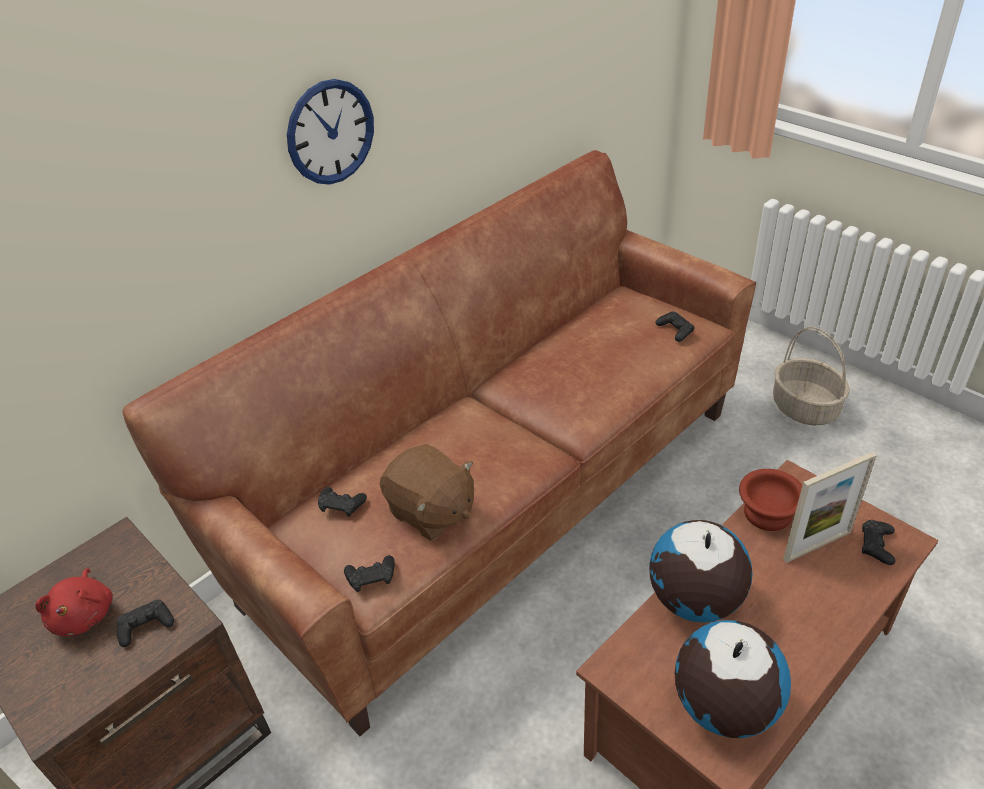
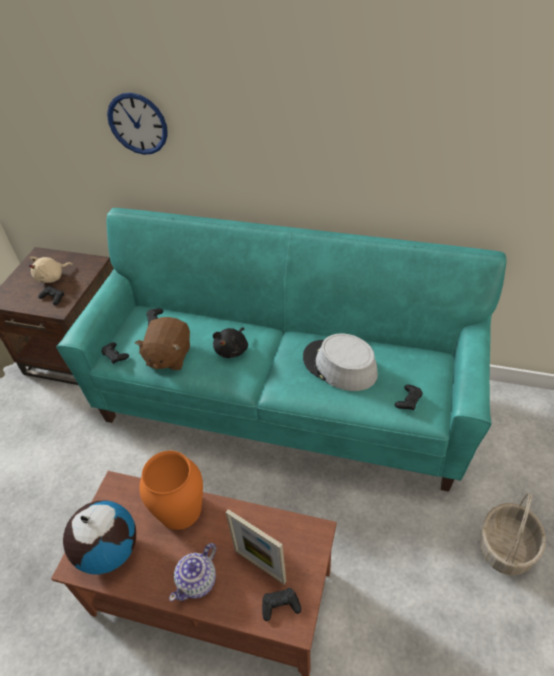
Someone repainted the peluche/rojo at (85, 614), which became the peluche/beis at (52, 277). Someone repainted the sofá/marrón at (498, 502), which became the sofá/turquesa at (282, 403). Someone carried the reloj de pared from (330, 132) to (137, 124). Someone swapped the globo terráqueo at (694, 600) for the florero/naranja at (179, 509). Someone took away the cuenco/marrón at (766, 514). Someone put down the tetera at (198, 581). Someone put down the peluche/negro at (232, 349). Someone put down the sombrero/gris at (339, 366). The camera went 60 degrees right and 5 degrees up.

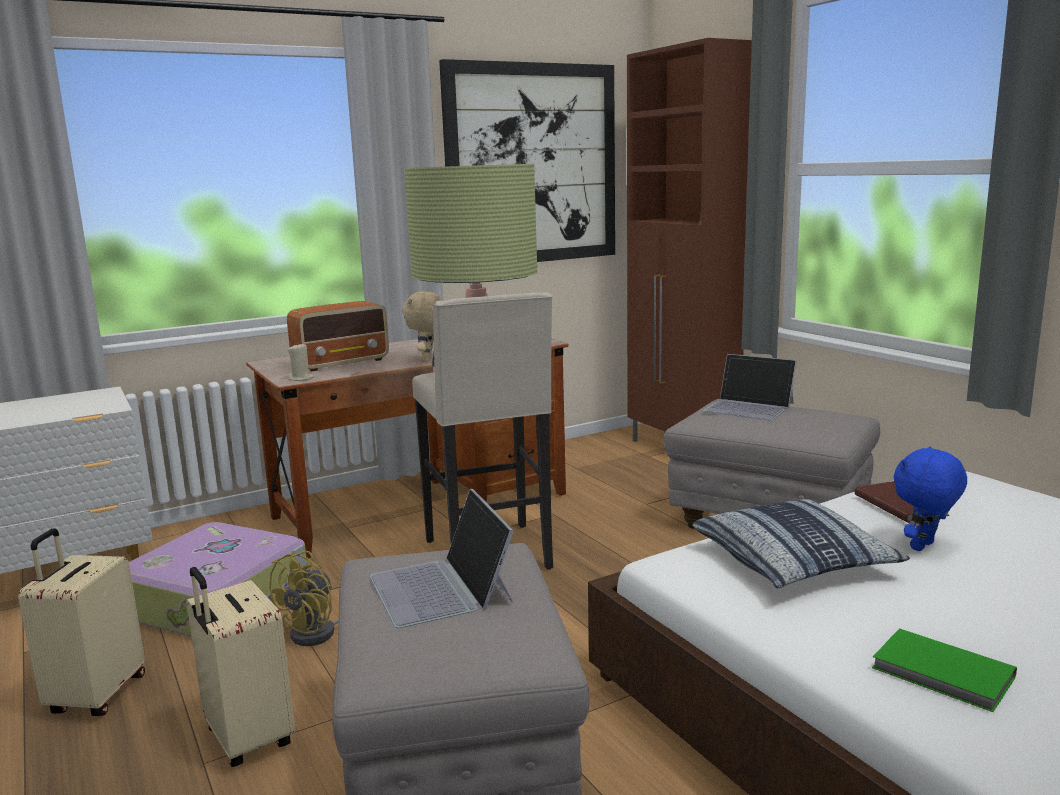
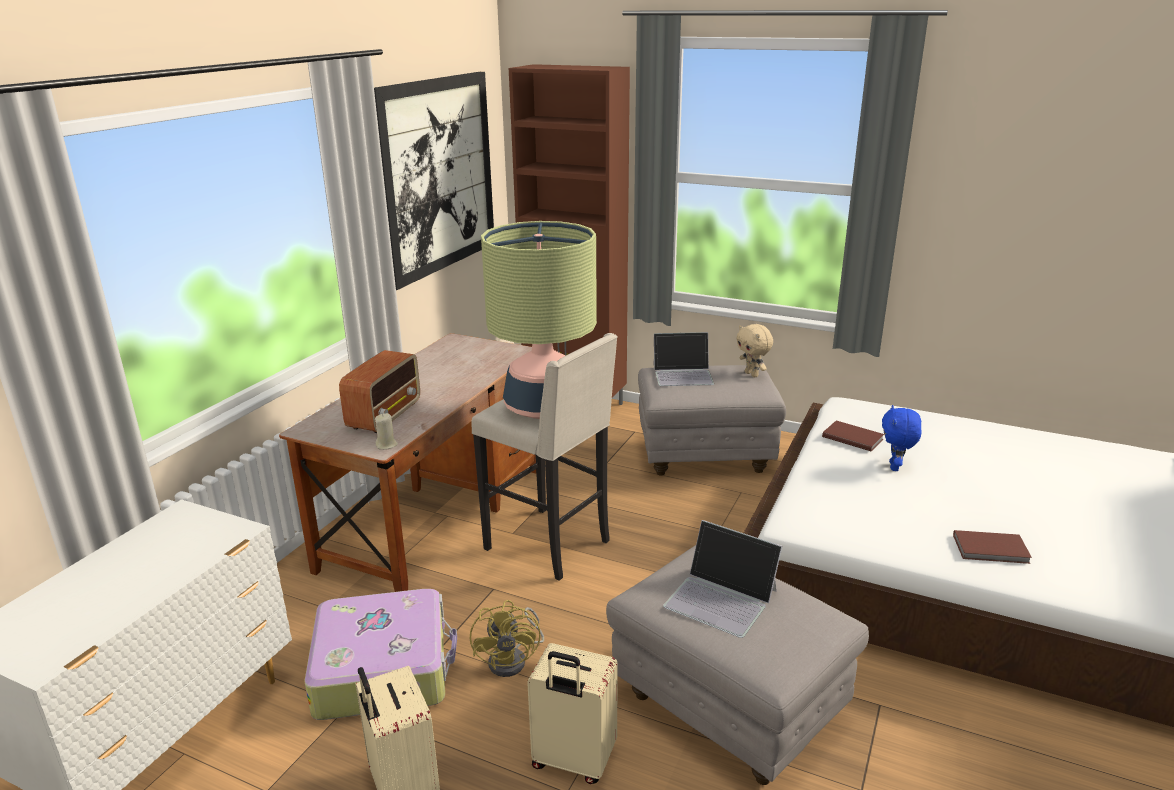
Someone carried the peluche/beis from (427, 360) to (752, 374). Someone took away the cojín at (793, 561). Someone repainted the libro/verde at (943, 674), which became the libro/marrón at (992, 550). The camera went 35 degrees left and 10 degrees up.

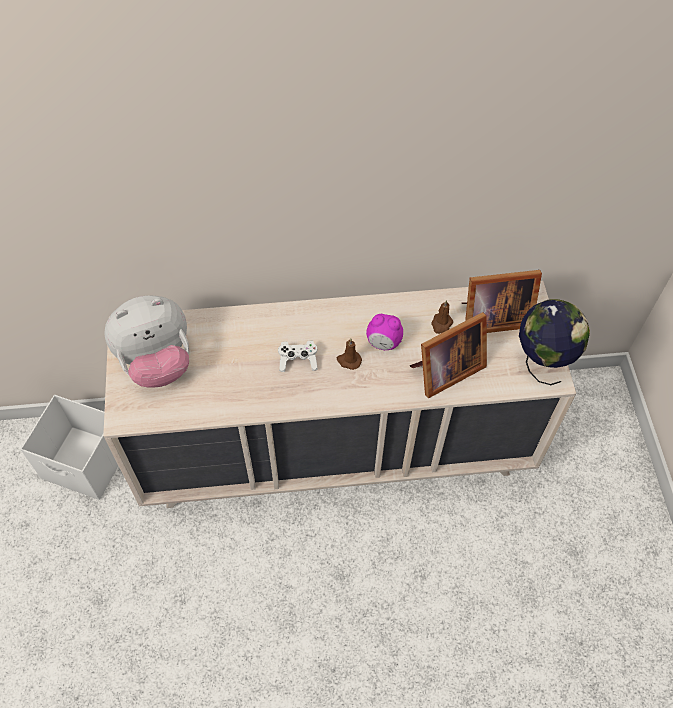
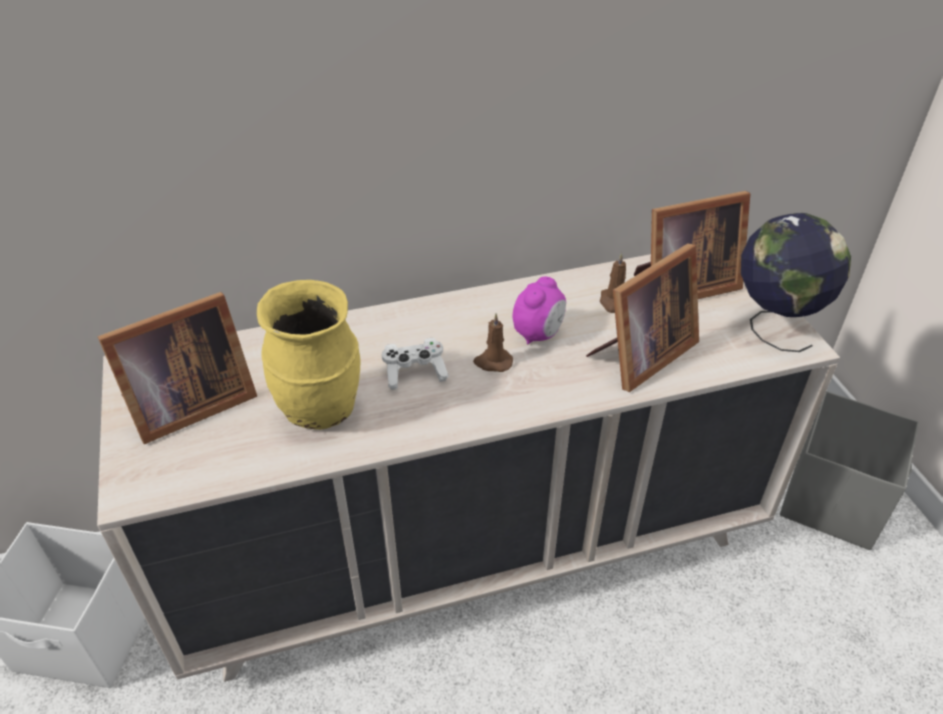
Someone swapped the peluche at (157, 362) for the portarretratos at (187, 405). Someone rotated the despertador at (383, 343) by 60 degrees counterclockwise. Someone put down the florero/amarillo at (321, 410). Someone put down the caja de almacenaje/gris at (833, 499). The camera went 10 degrees left and 15 degrees down.

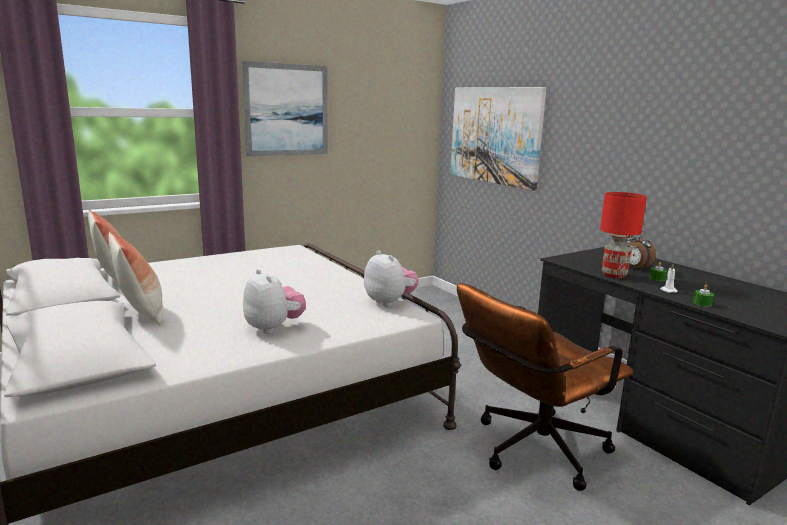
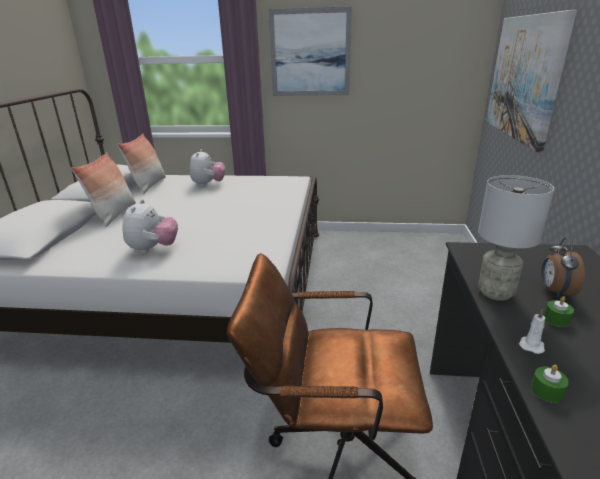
Someone carried the peluche from (389, 302) to (208, 184). Someone repainted the lámpara de mesa/rojo at (614, 275), which became the lámpara de mesa/gris at (495, 293). The camera went 40 degrees right and 10 degrees up.

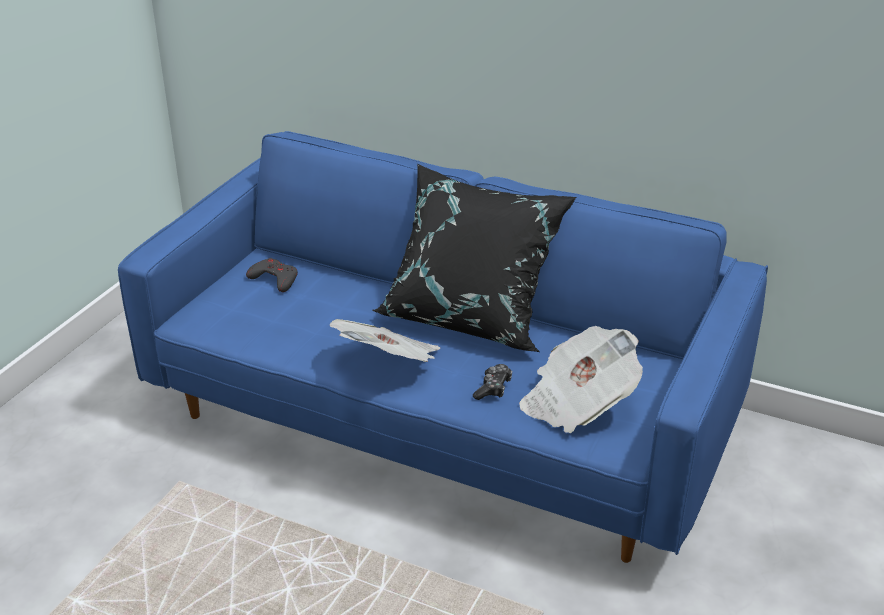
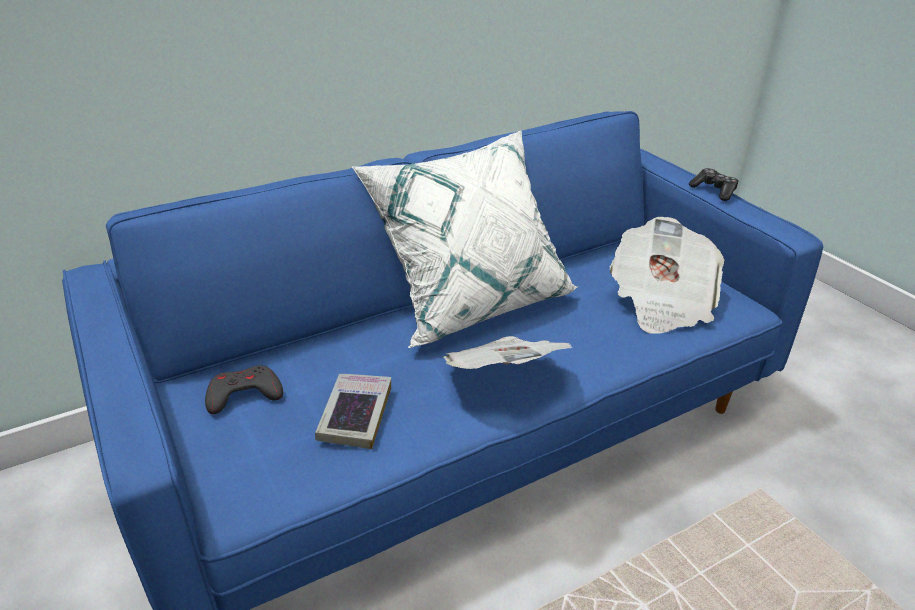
Someone repainted the cojín/negro at (471, 316), which became the cojín/blanco at (471, 300). Someone carried the mando de consola from (493, 388) to (714, 191). Someone put down the libro at (355, 415). The camera went 55 degrees left and 0 degrees up.

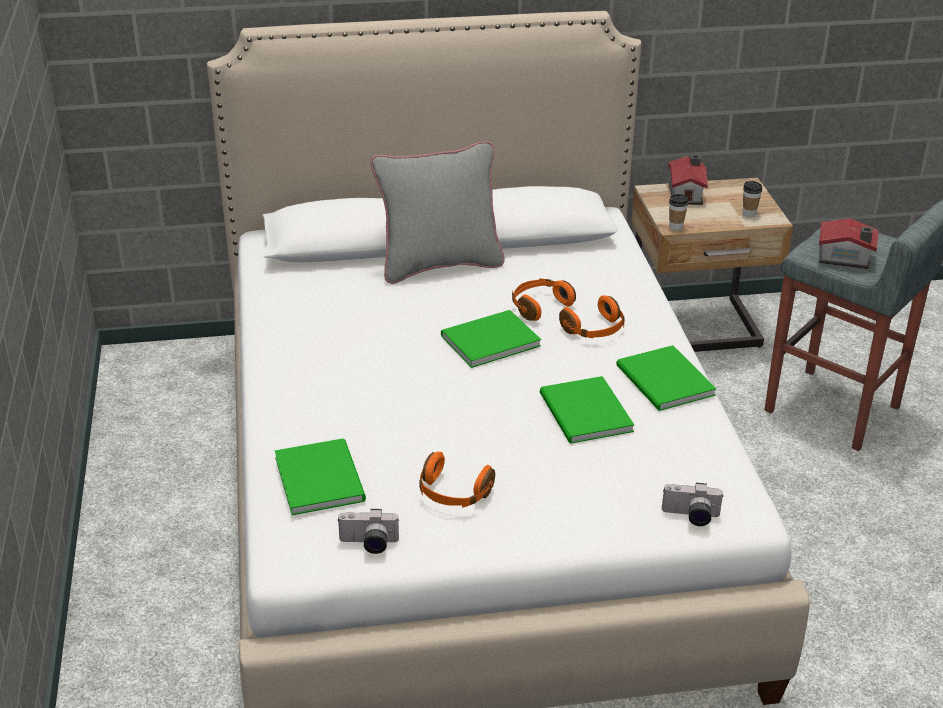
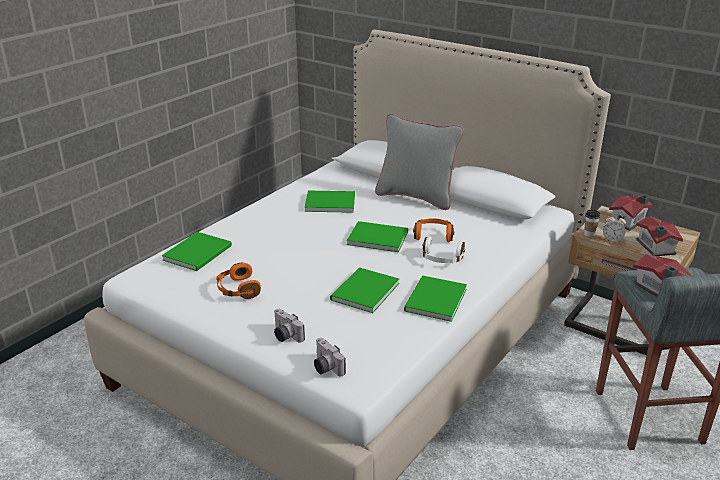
Someone carried the cámara from (368, 544) to (284, 335). Someone repainted the auriculares/naranja at (594, 330), which became the auriculares/blanco at (442, 259). Someone swapped the taza at (749, 214) for the casita at (655, 247). Someone put down the libro/verde at (328, 202). Someone put down the despertador at (612, 239). The camera went 45 degrees right and 5 degrees down.

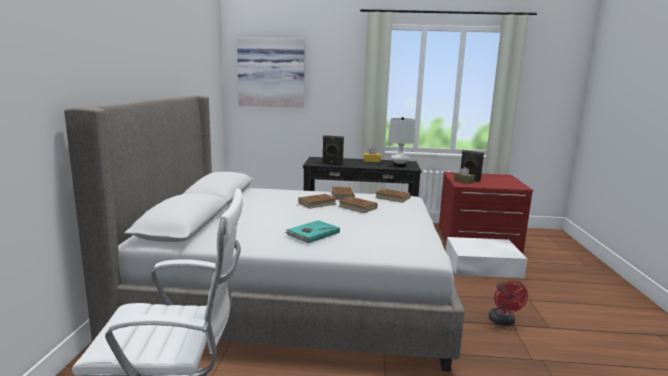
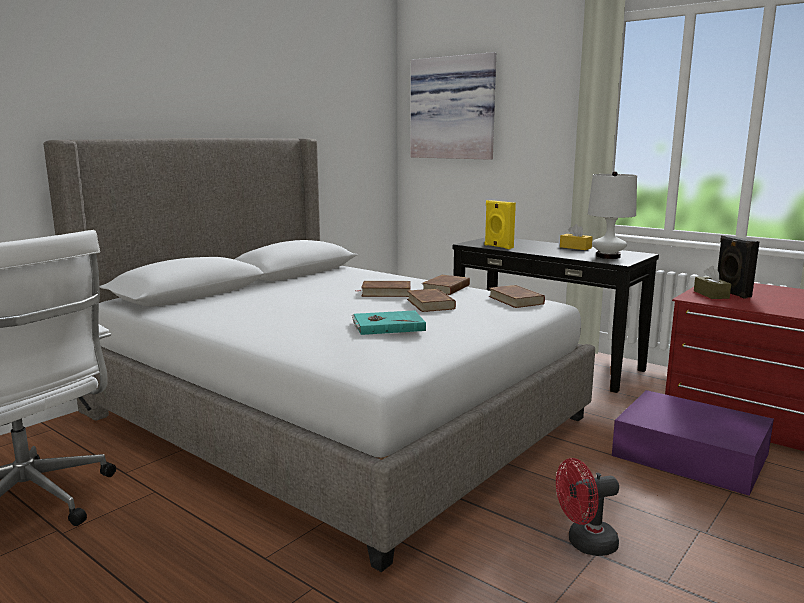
Someone carried the libro/turquesa from (312, 233) to (388, 326). Someone repainted the altavoz/negro at (332, 164), which became the altavoz/amarillo at (498, 246). Someone repainted the caja de almacenaje/blanco at (483, 266), which became the caja de almacenaje/morado at (692, 455). Someone rotated the ventilador/rojo at (503, 322) by 45 degrees clockwise. The camera went 35 degrees right and 0 degrees up.

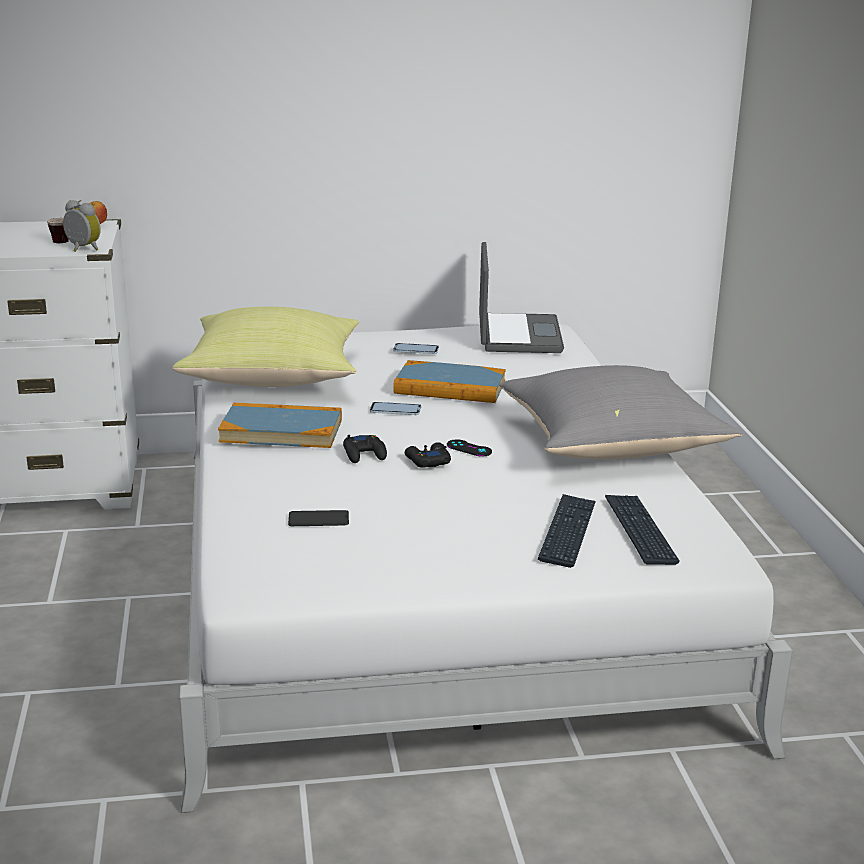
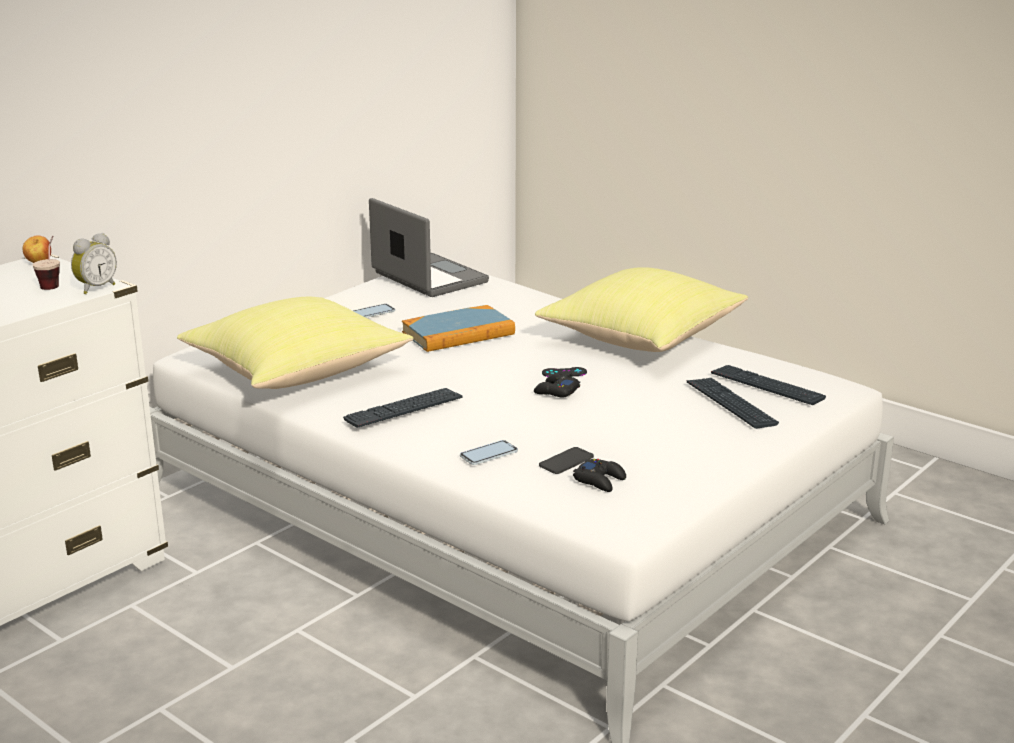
Someone rotated the despertador at (82, 249) by 135 degrees clockwise. Someone swapped the libro at (281, 431) for the teclado at (403, 409). Someone carried the mando de consola/negro from (364, 454) to (600, 480). Someone carried the móvil from (395, 410) to (488, 454). Someone repainted the cojín/gris at (612, 445), which became the cojín/amarillo at (641, 338). The camera went 40 degrees left and 0 degrees up.

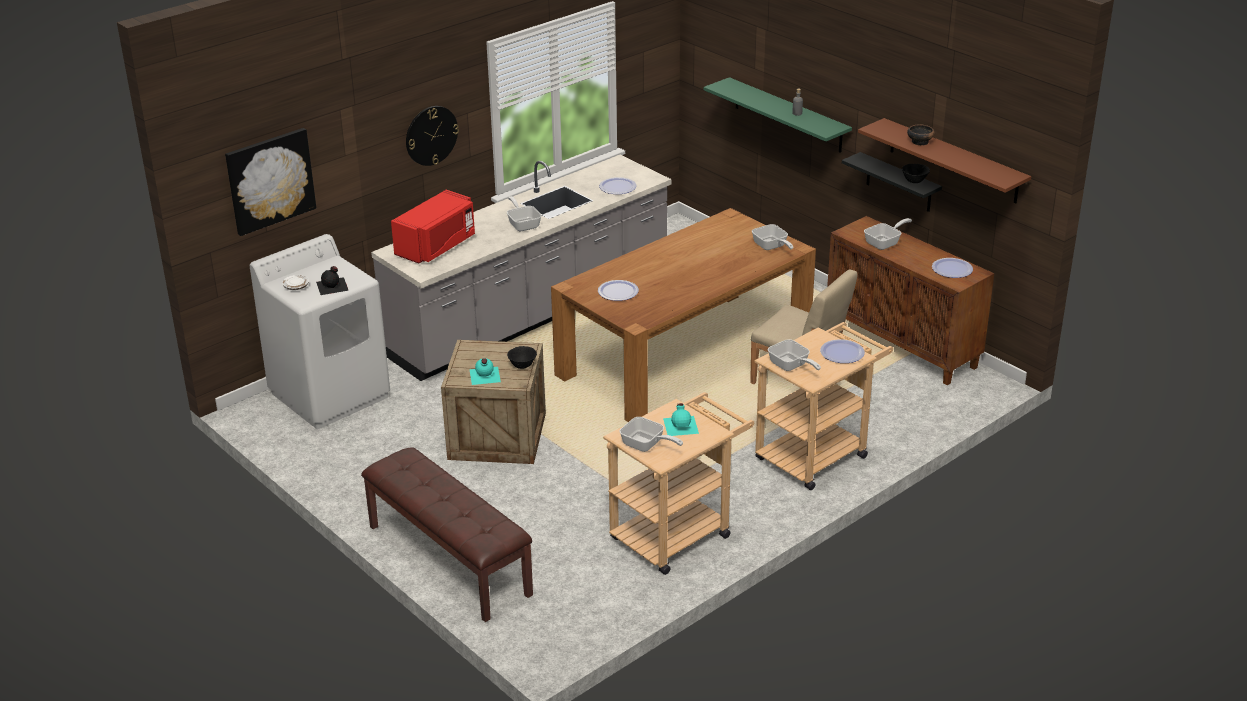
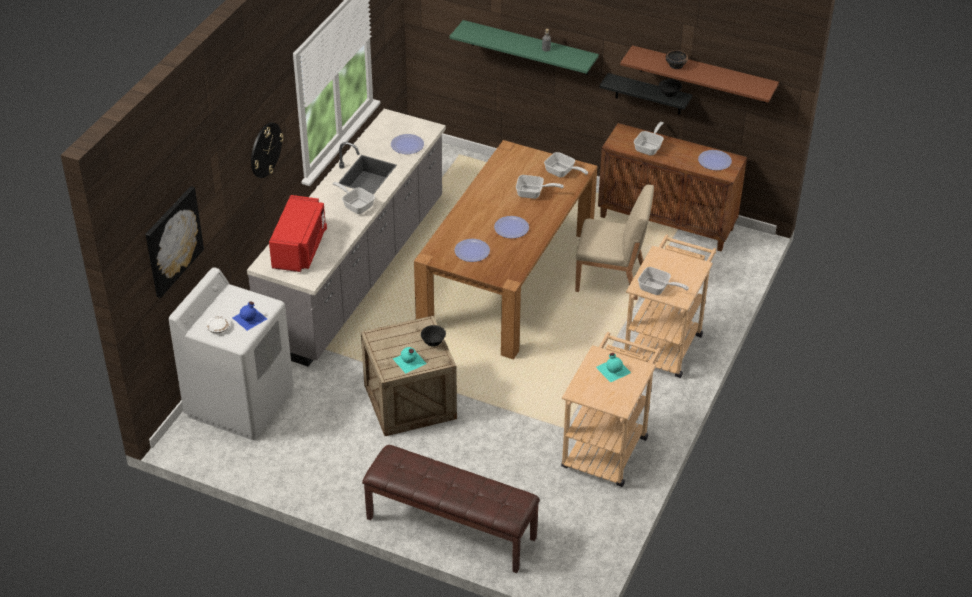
Someone repainted the botella/negro at (332, 286), which became the botella/azul at (250, 318). Someone carried the sartén from (646, 445) to (533, 194). Someone carried the plato from (842, 352) to (511, 228). The camera went 25 degrees left and 10 degrees up.

